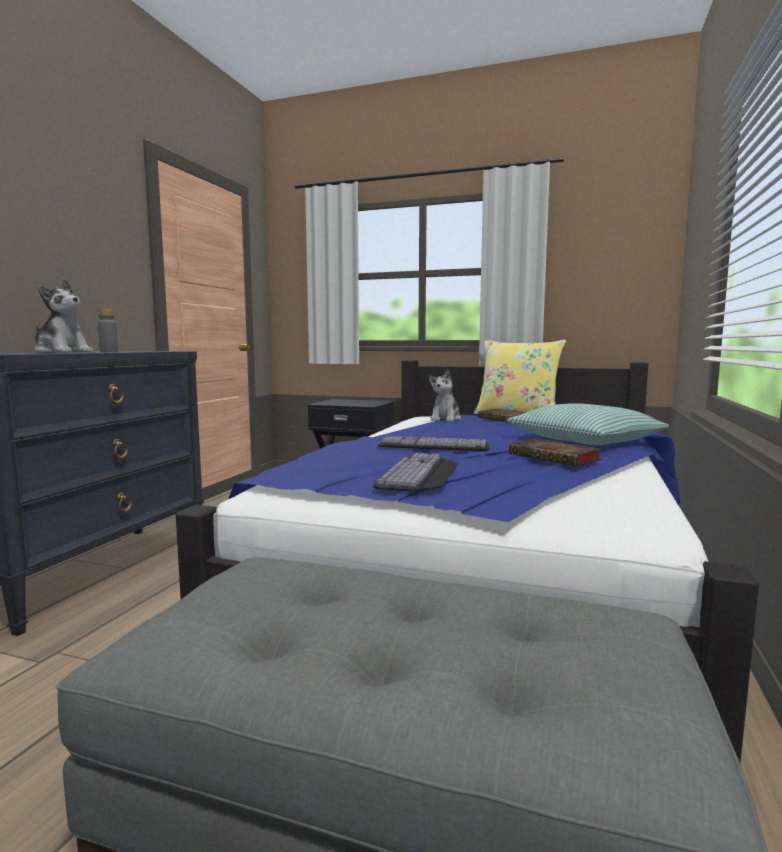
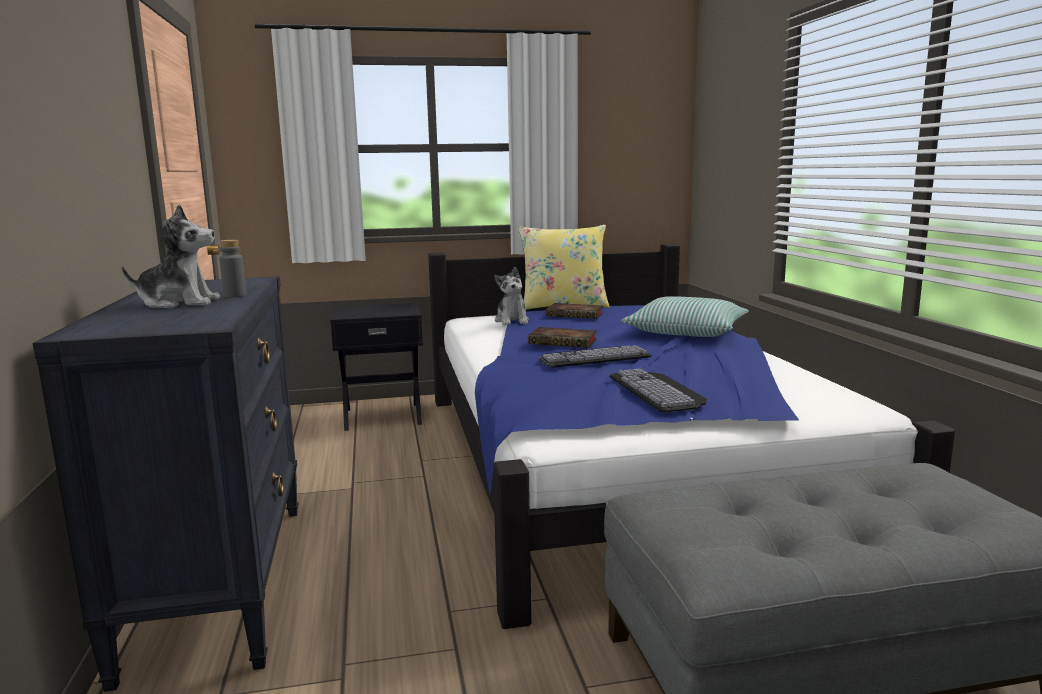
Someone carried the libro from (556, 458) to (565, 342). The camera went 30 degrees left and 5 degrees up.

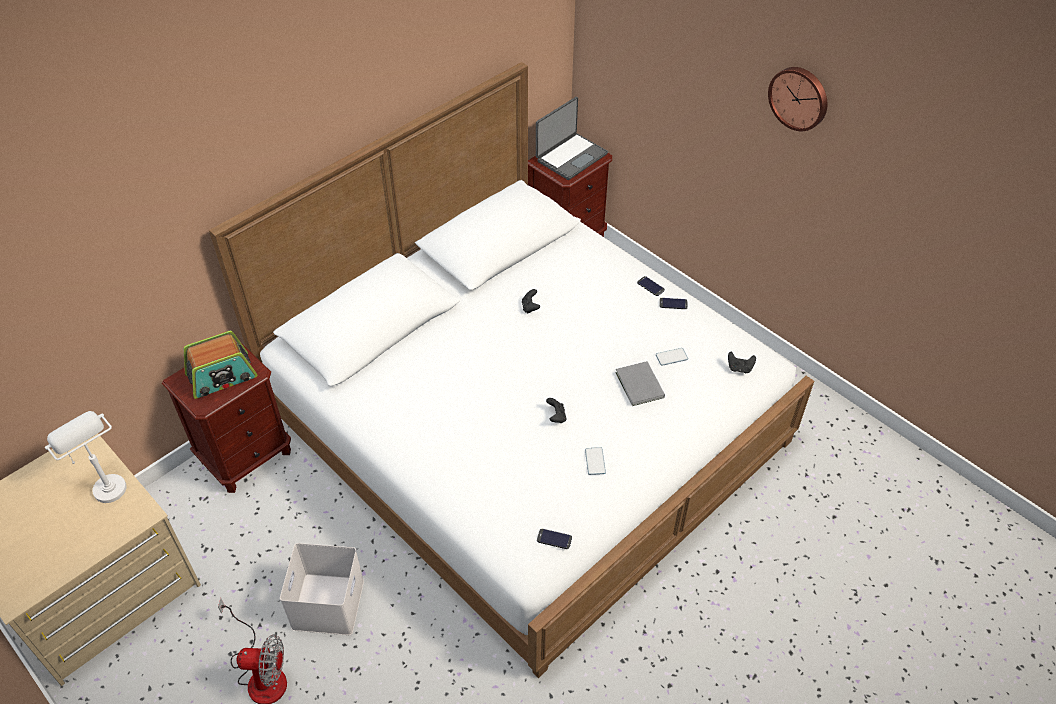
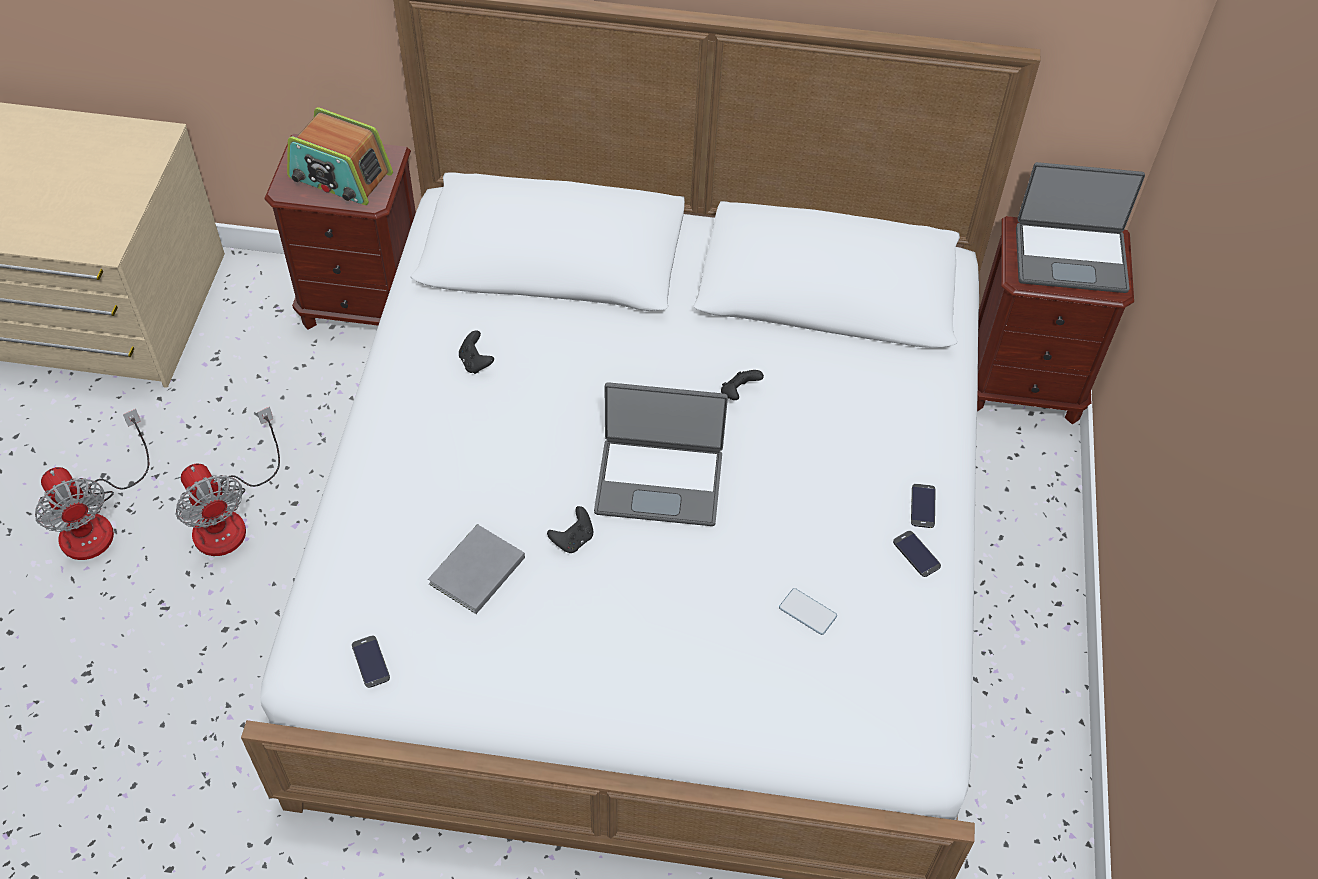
Someone took away the lámpara de mesa/blanco at (103, 483). Someone swapped the caja de almacenaje/blanco at (327, 602) for the ventilador at (230, 517). Someone took away the móvil at (595, 461). Someone carried the libro/gris from (639, 386) to (474, 572). Someone carried the mando de consola/negro from (739, 368) to (475, 362). Someone took away the reloj de pared at (799, 97). Someone put down the portátil at (659, 481). The camera went 50 degrees right and 5 degrees up.

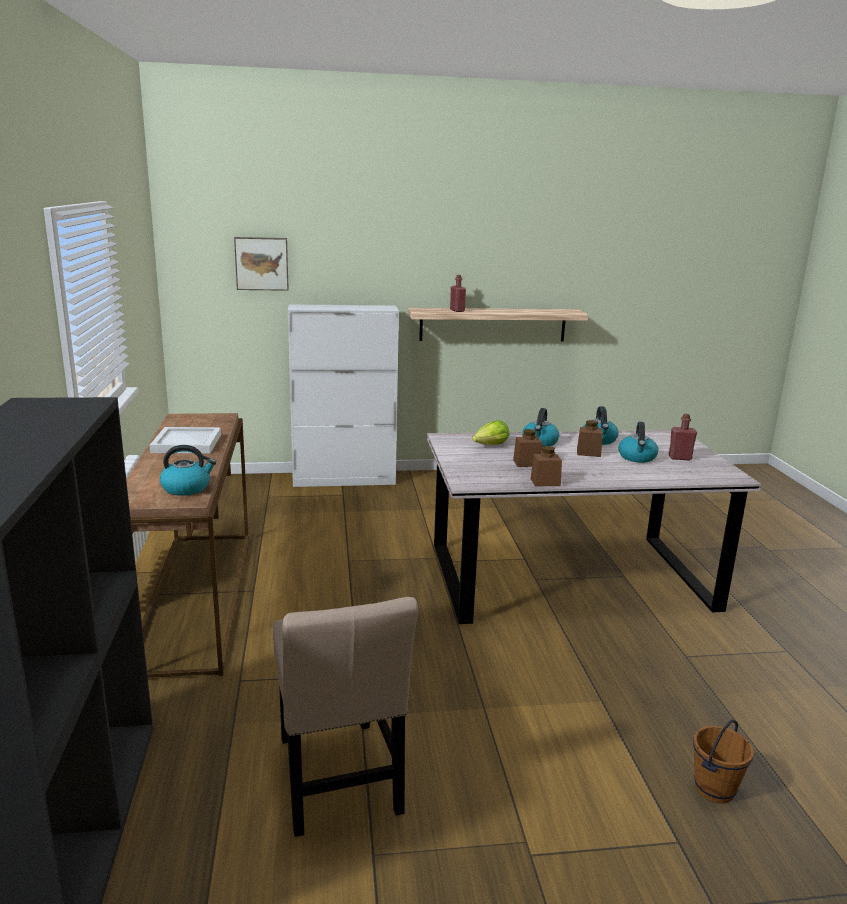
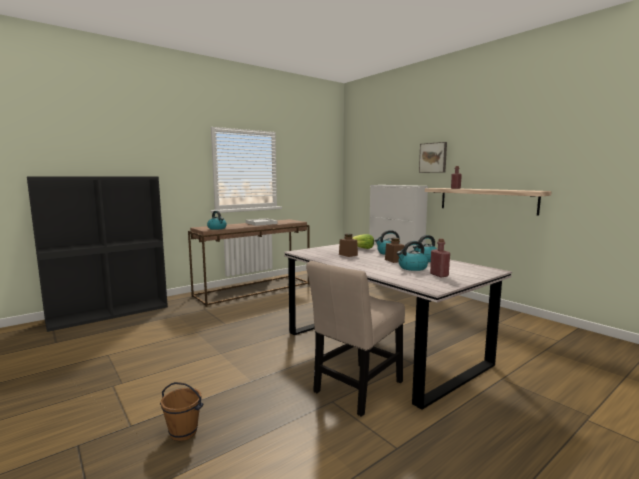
Someone carried the cuadro from (262, 263) to (433, 157). Someone carried the silla/beis from (338, 781) to (356, 389). Someone took away the tarro/marrón at (545, 482). The camera went 60 degrees right and 10 degrees down.

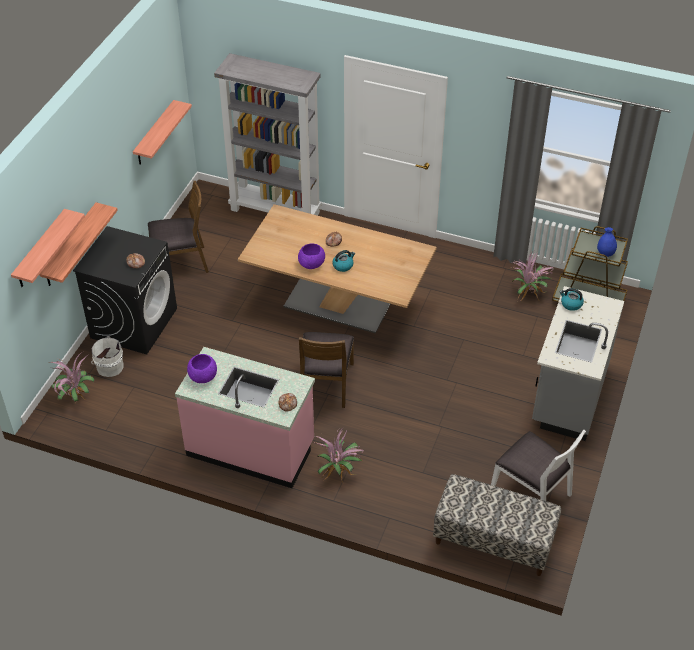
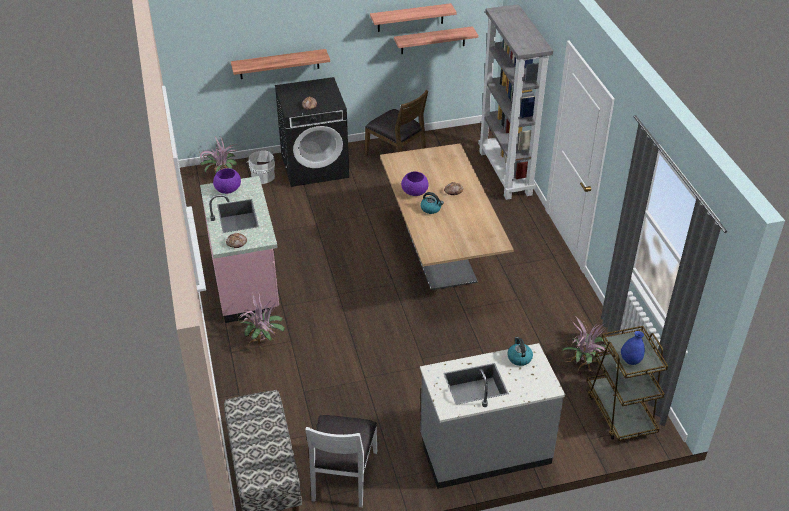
Someone carried the estante from (40, 250) to (410, 17). Someone took away the silla/marrón at (326, 383). The camera went 55 degrees right and 5 degrees down.

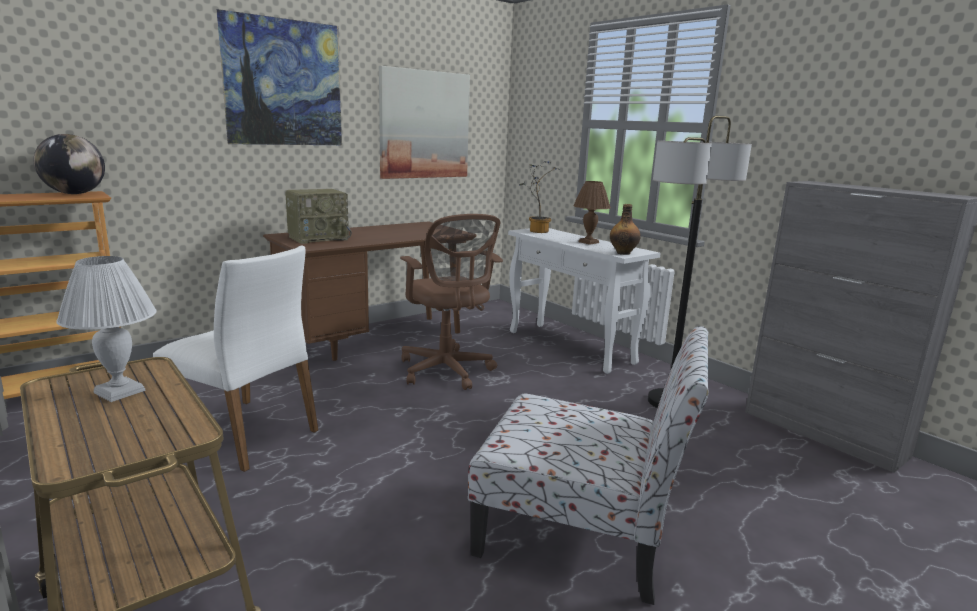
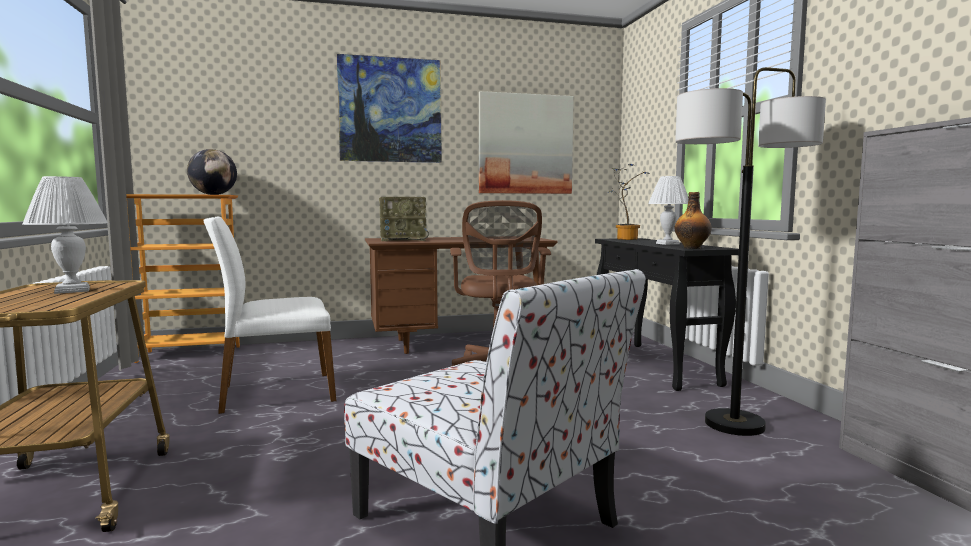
Someone rotated the silla/blanco at (245, 434) by 105 degrees clockwise. Someone repainted the mesa consola/blanco at (571, 347), which became the mesa consola/negro at (655, 365). Someone repainted the lámpara de mesa/marrón at (588, 242), which became the lámpara de mesa/blanco at (667, 244). The camera went 25 degrees right and 10 degrees down.

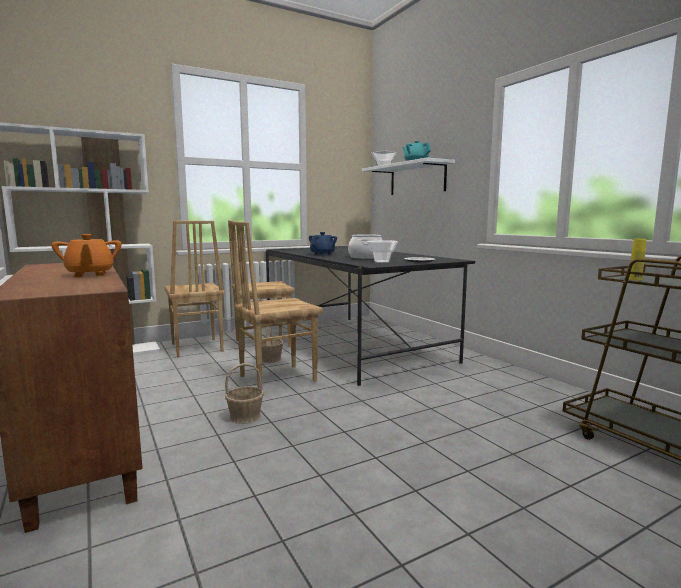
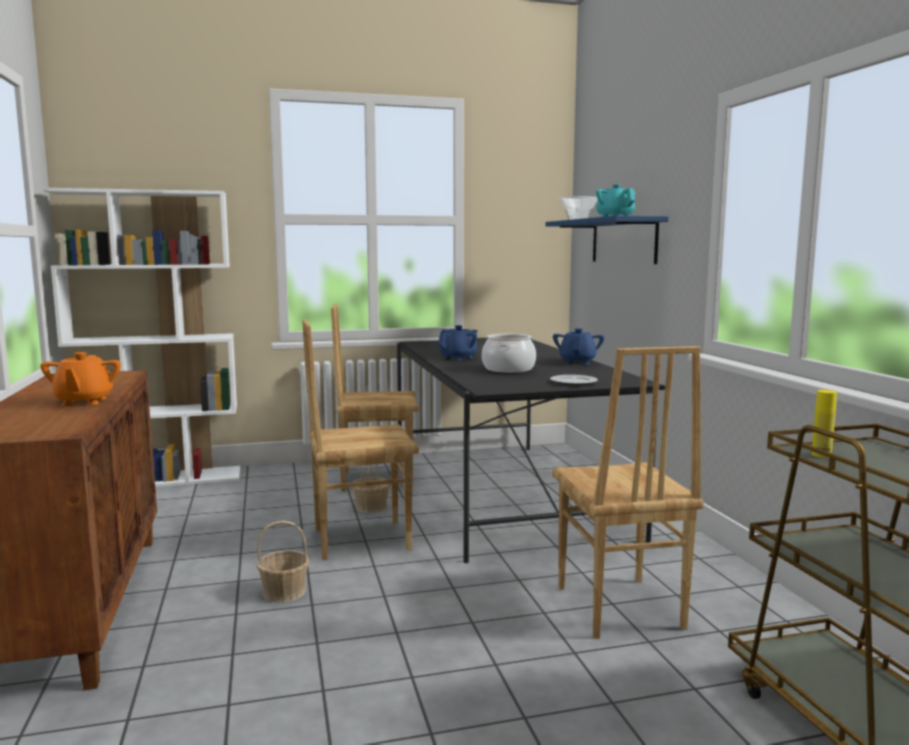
Someone carried the silla/marrón from (195, 348) to (617, 608). Someone repainted the estante/blanco at (417, 179), which became the estante/azul at (623, 241). Someone took away the cuenco at (381, 262). Someone put down the tetera/azul at (577, 362). The camera went 15 degrees right and 0 degrees up.

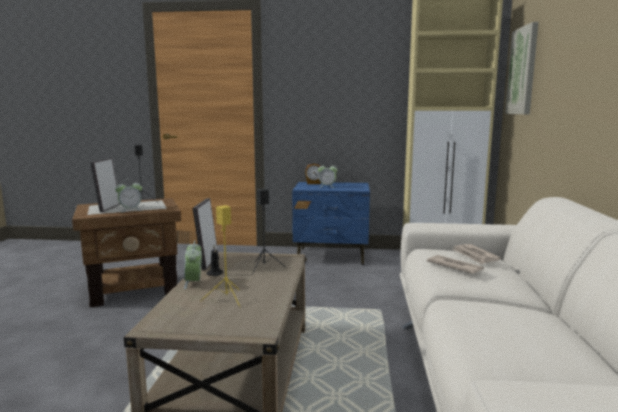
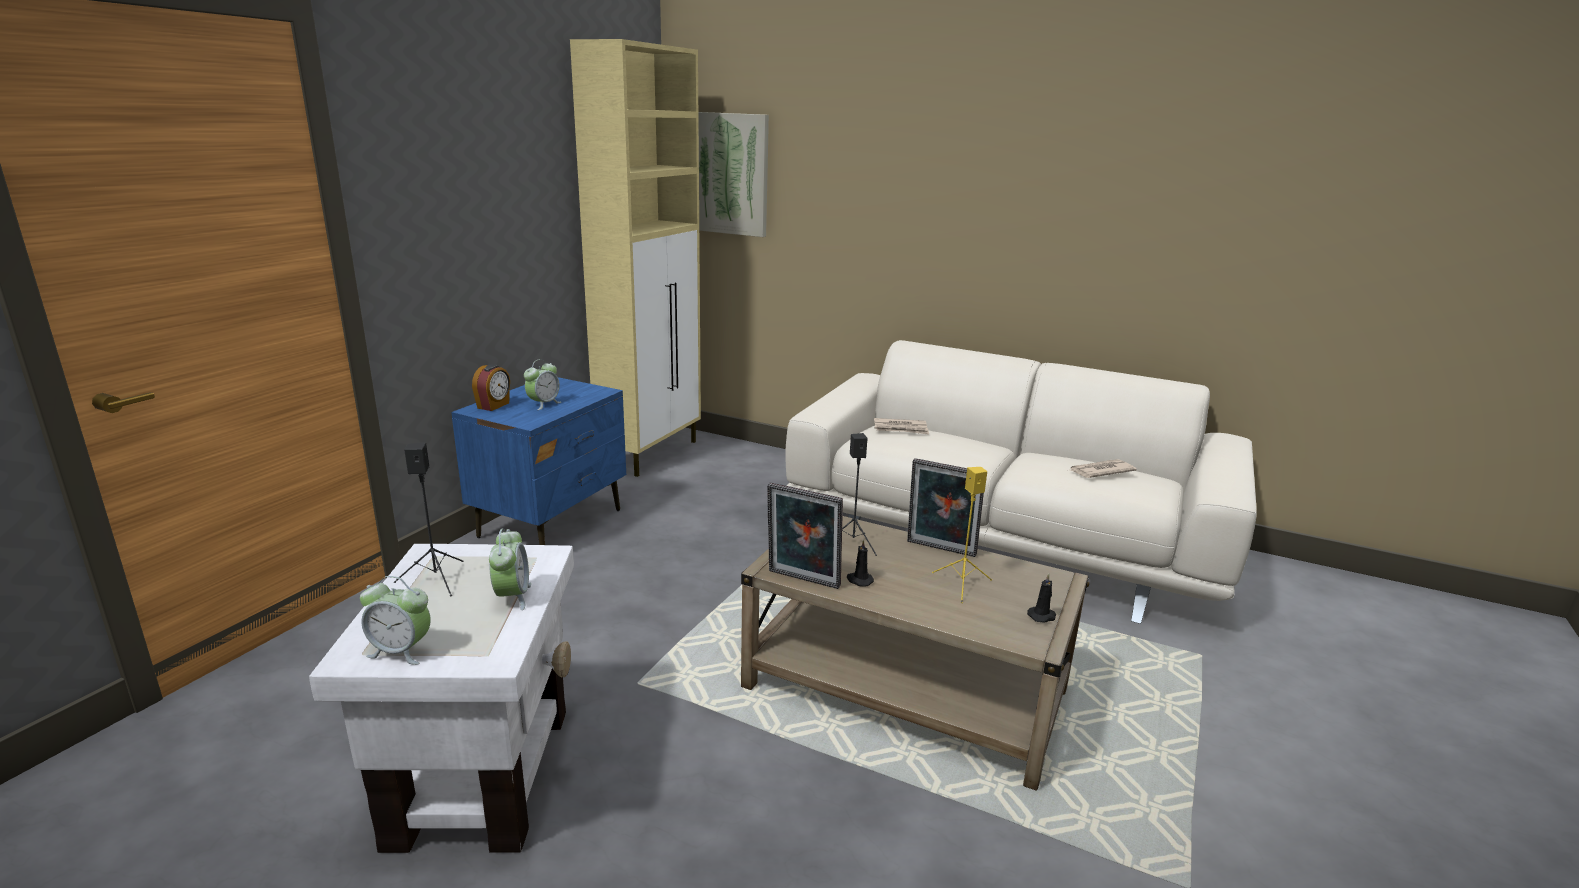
Someone repainted the mesa auxiliar/marrón at (134, 291), which became the mesa auxiliar/blanco at (484, 774). Someone carried the portarretratos from (108, 208) to (940, 550). Someone carried the despertador from (193, 283) to (401, 651). Someone carried the periódico from (454, 266) to (1100, 471). Someone put down the vela/negro at (1042, 616). The camera went 70 degrees left and 10 degrees up.

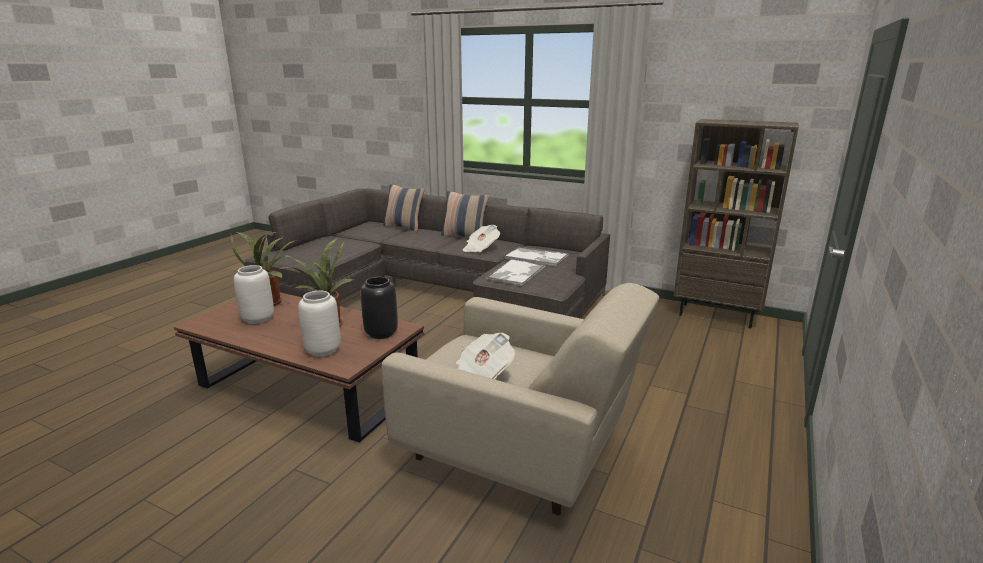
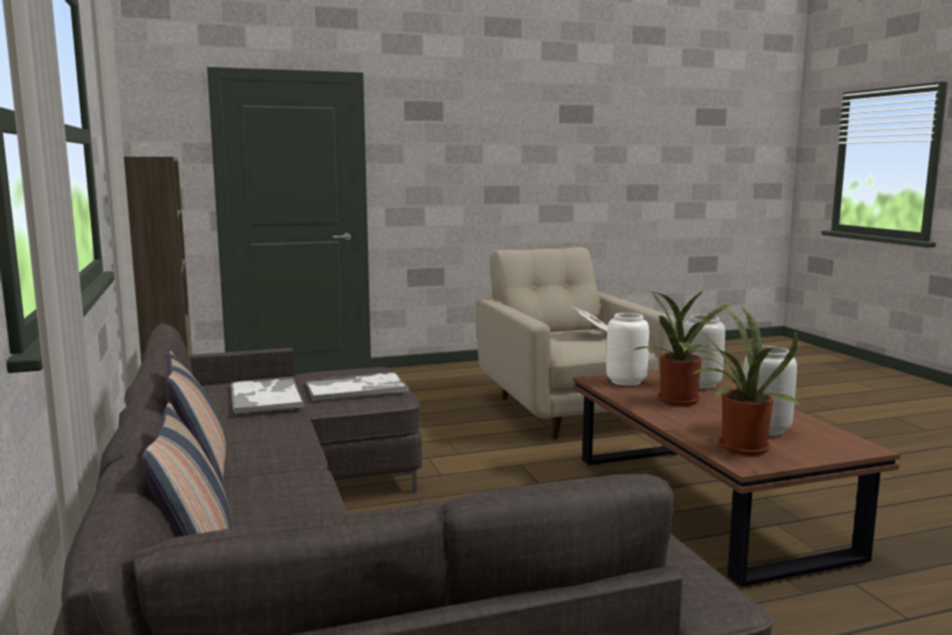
Someone repainted the florero/negro at (382, 333), which became the florero/blanco at (625, 381). Someone took away the periódico at (480, 248). The camera went 135 degrees left and 10 degrees down.

